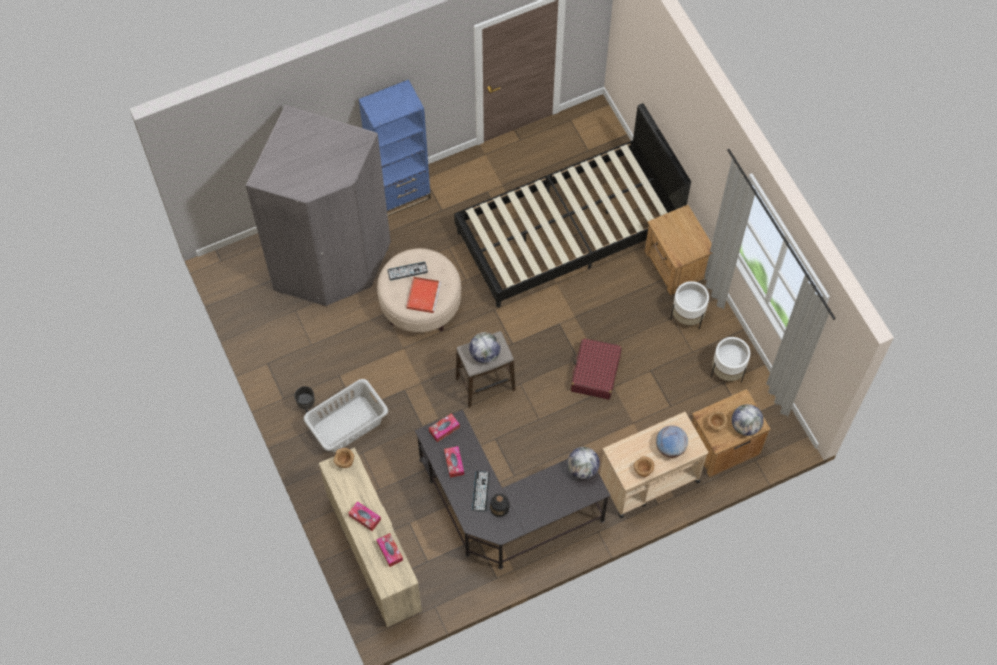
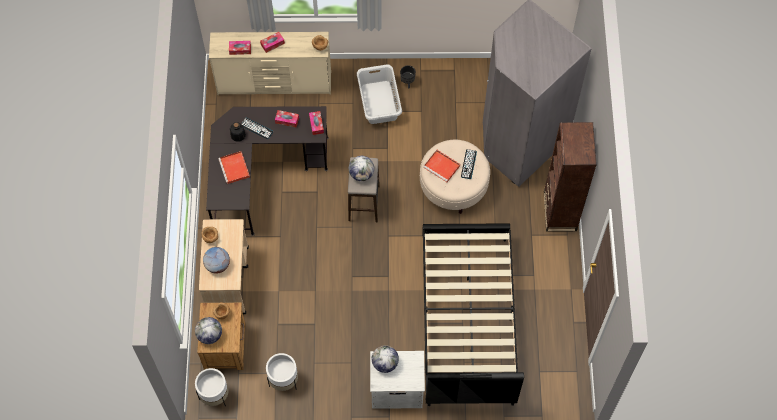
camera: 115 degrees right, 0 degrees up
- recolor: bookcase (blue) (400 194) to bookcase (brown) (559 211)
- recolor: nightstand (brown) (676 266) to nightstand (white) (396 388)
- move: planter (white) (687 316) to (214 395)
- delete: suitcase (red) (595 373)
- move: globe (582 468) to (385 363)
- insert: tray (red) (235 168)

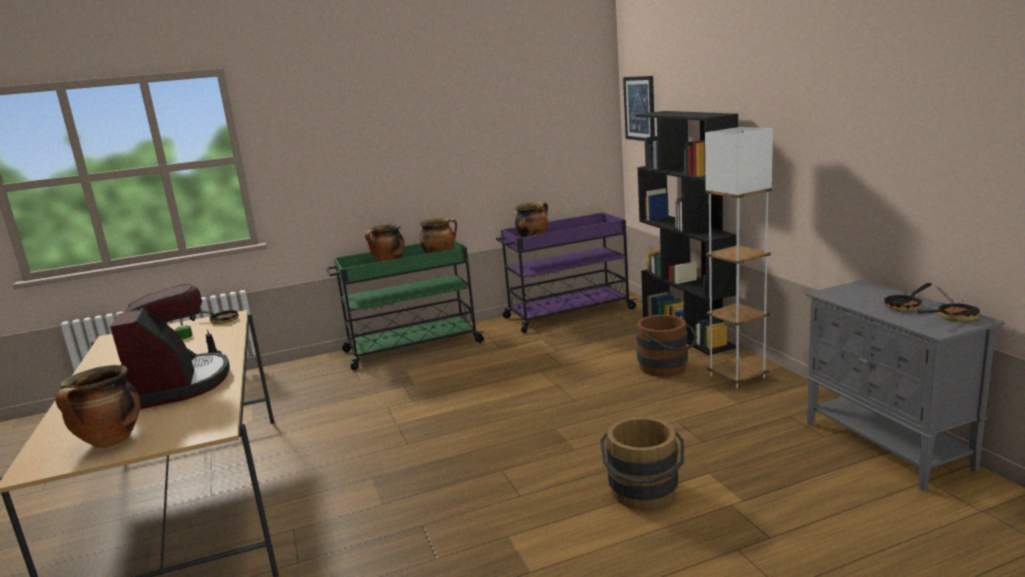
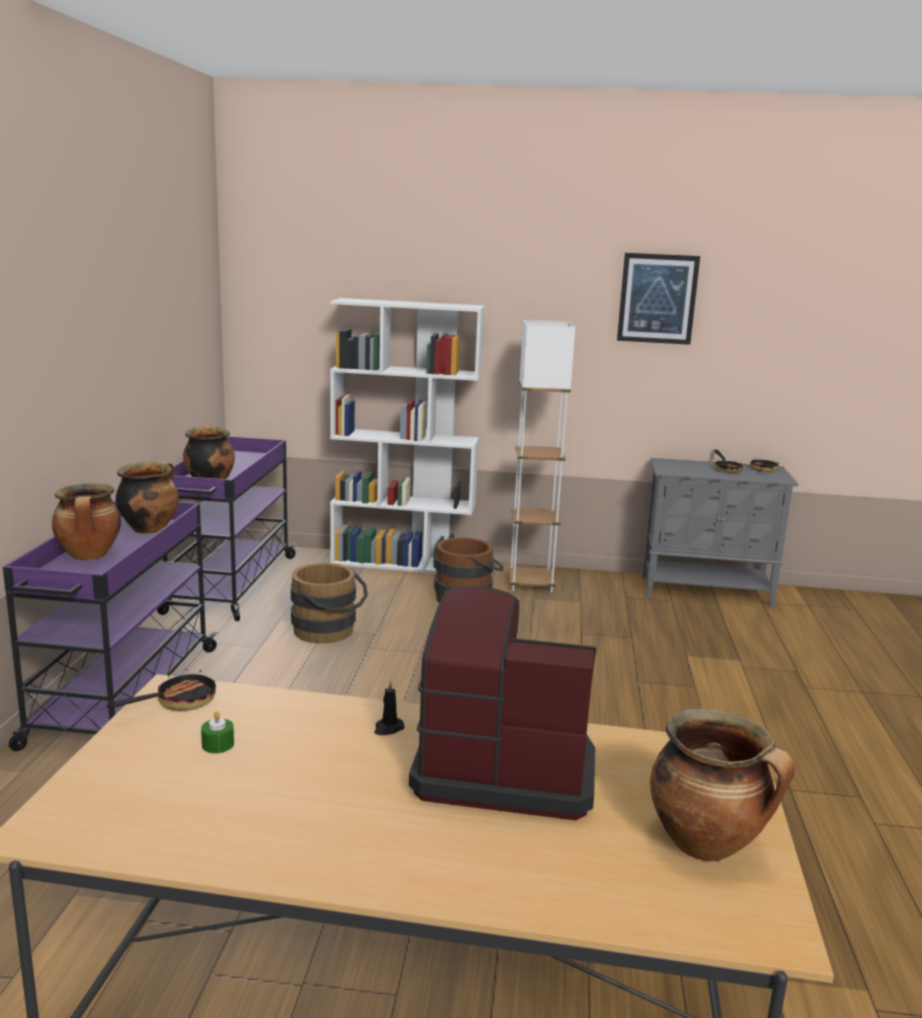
camera: 65 degrees left, 0 degrees up
- move: picture (640 108) to (657 298)
- recolor: bookcase (black) (688 332) to bookcase (white) (403 563)
- recolor: cart (green) (411 347) to cart (purple) (122 696)
- move: bucket (brown) (644 495) to (328 632)

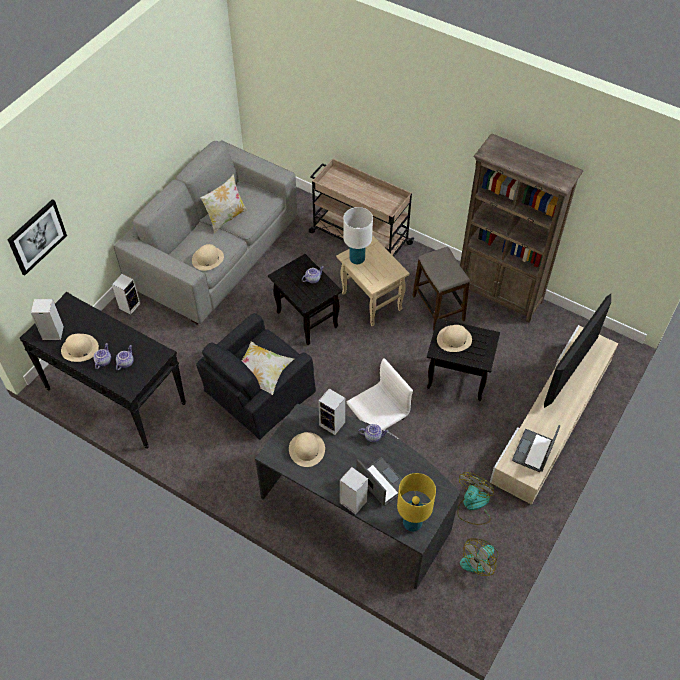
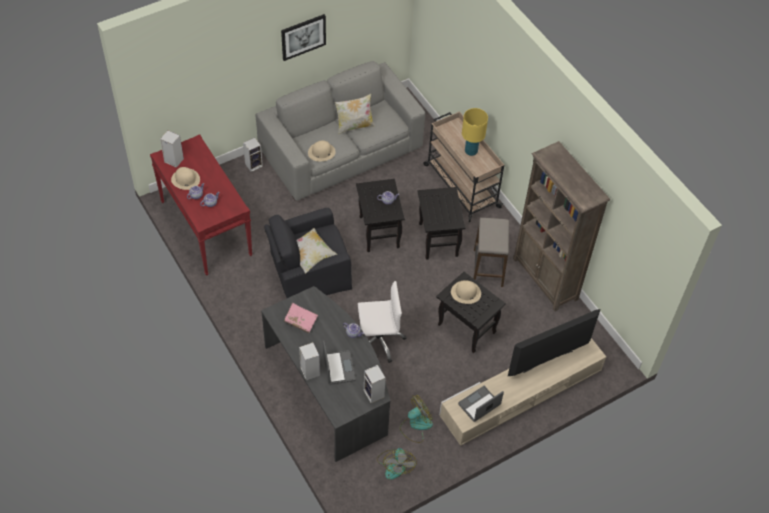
camera: 25 degrees right, 0 degrees up
- move: picture (37 236) to (303 36)
- delete: table lamp (white) (357 259)
- recolor: side table (beige) (370 301) to side table (black) (437 239)
- recolor: console table (black) (115 396) to console table (red) (205 228)
- move: speaker (333 424) to (374 394)
- replace: hat (beige) (307 449) to book (pink) (300 321)
- move: table lamp (yellow) (412 523) to (471 151)
- rotate: fan (479 559) = (395 464) 75 degrees counterclockwise

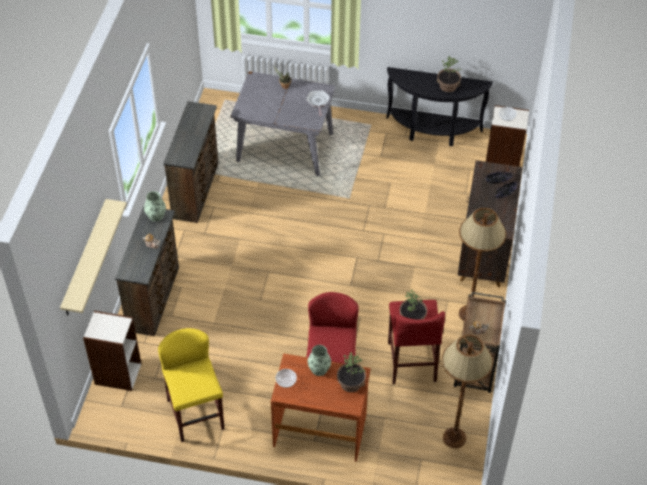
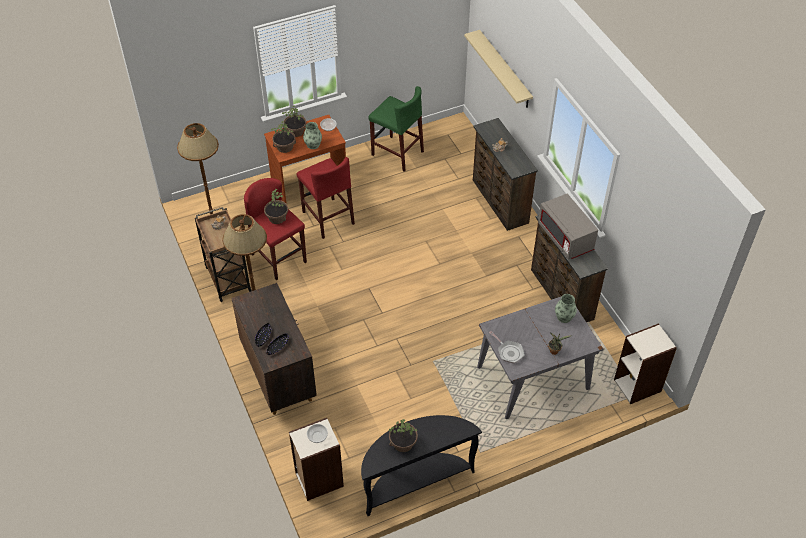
camera: 145 degrees right, 0 degrees up
- move: vase (156 216) to (564 317)
- move: bookcase (117 373) to (638 385)
- recolor: stool (yellow) (195 414) to stool (green) (397 153)
- insert: potted plant (295 131)
- insert: microwave (grey) (565 238)

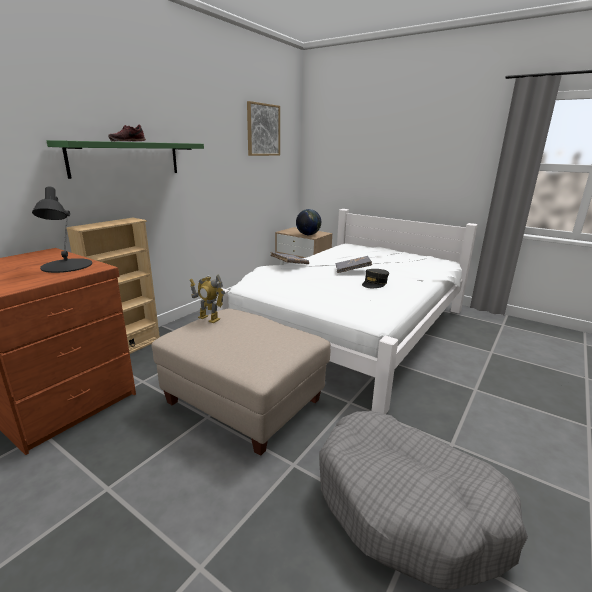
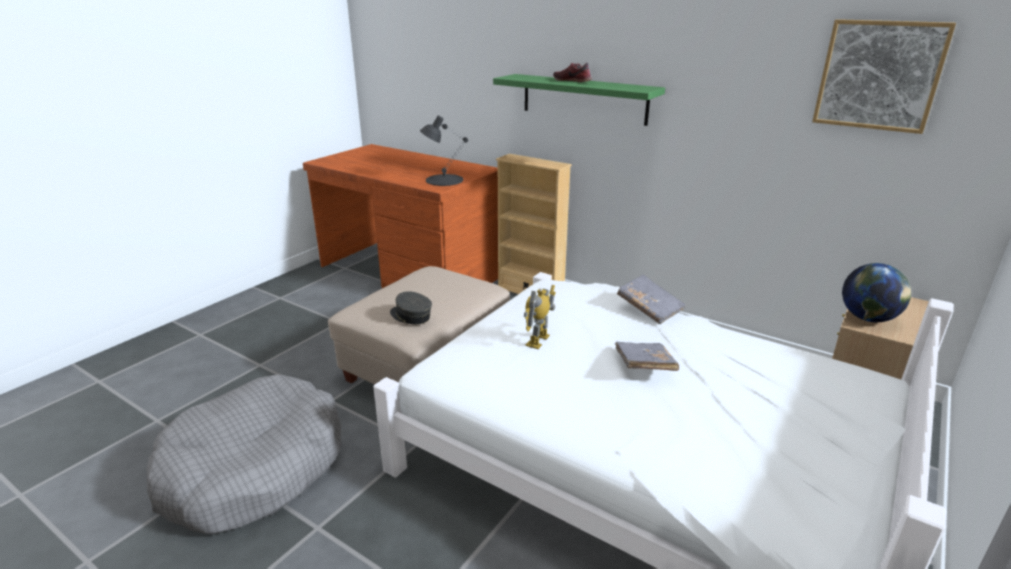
camera: 90 degrees right, 5 degrees up
- move: cap (grey) (374 283) to (411 316)
- move: toy robot (209 318) to (538 341)

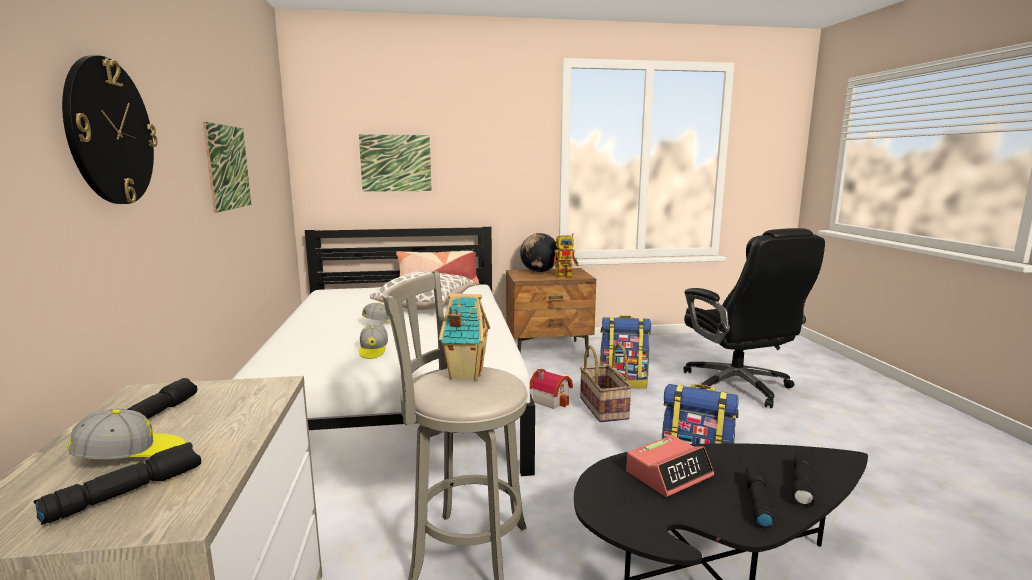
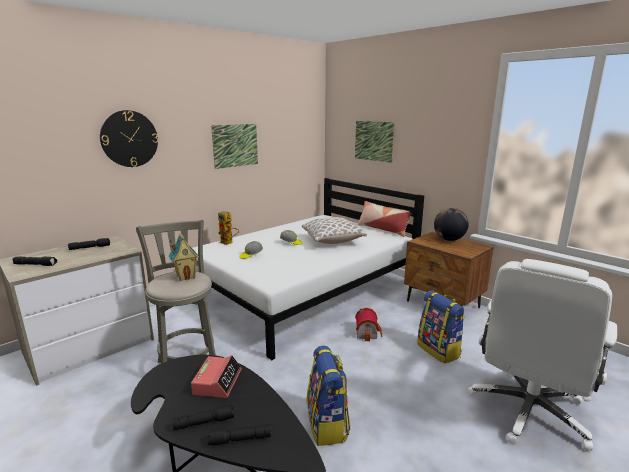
camera: 55 degrees right, 5 degrees up
- recolor: office chair (black) (737 387) to office chair (white) (528 412)
- move: toy robot (567 276) to (229 243)
- delete: basket (604 408)
- delete: cap (131 456)
- rotate: alarm clock (669 474) = (217 382) 105 degrees counterclockwise

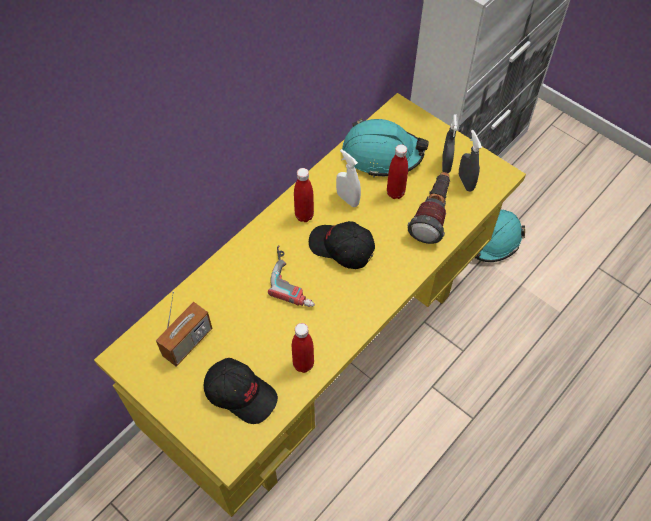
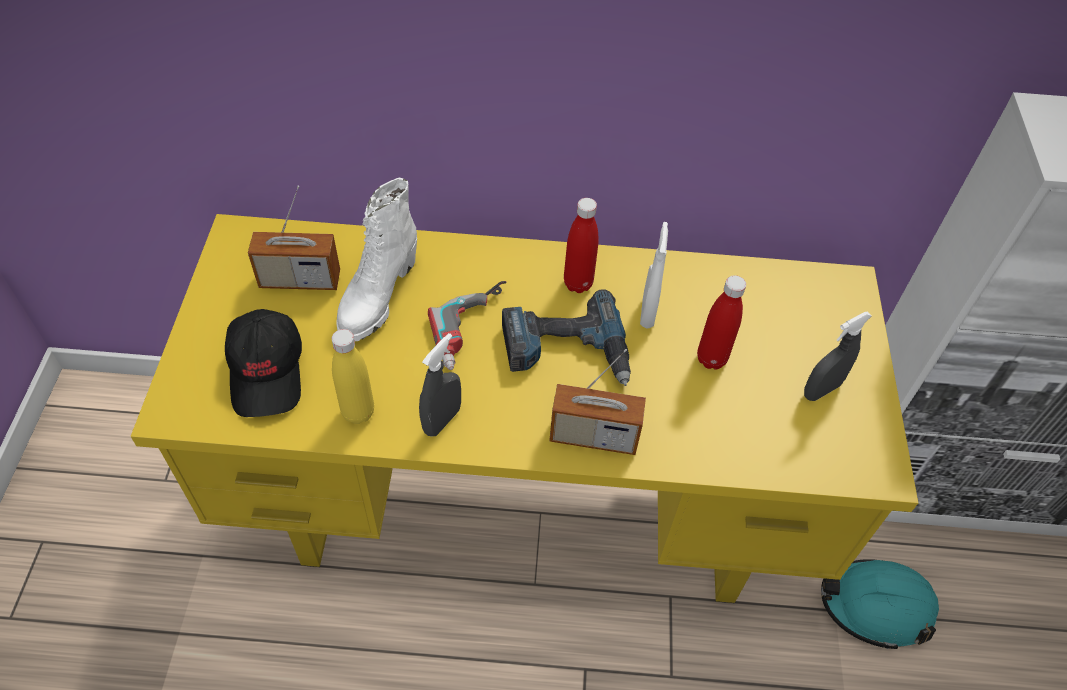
camera: 50 degrees right, 5 degrees down
- delete: hard hat (turquoise) (382 154)
- move: spray bottle (grey) (466 182) to (442 420)
- delete: flashlight (432 215)
- replace: cap (black) (341 248) to power drill (566 351)
- recolor: bottle (red) (303 364) to bottle (yellow) (358 412)
- insert: boot (white) (378 297)
- insert: radio (593 436)

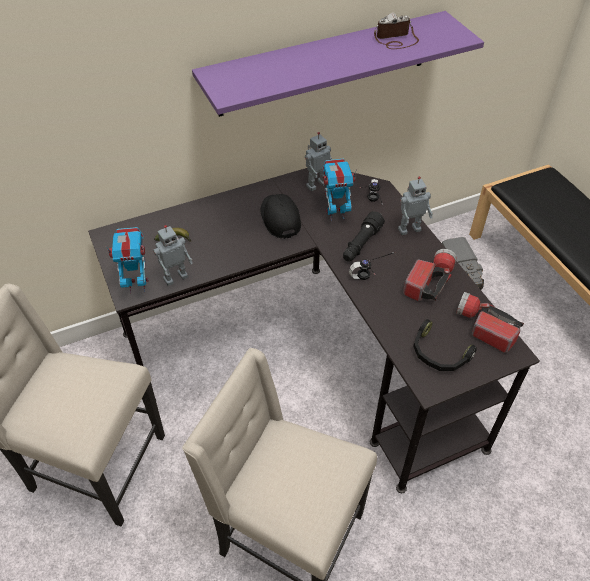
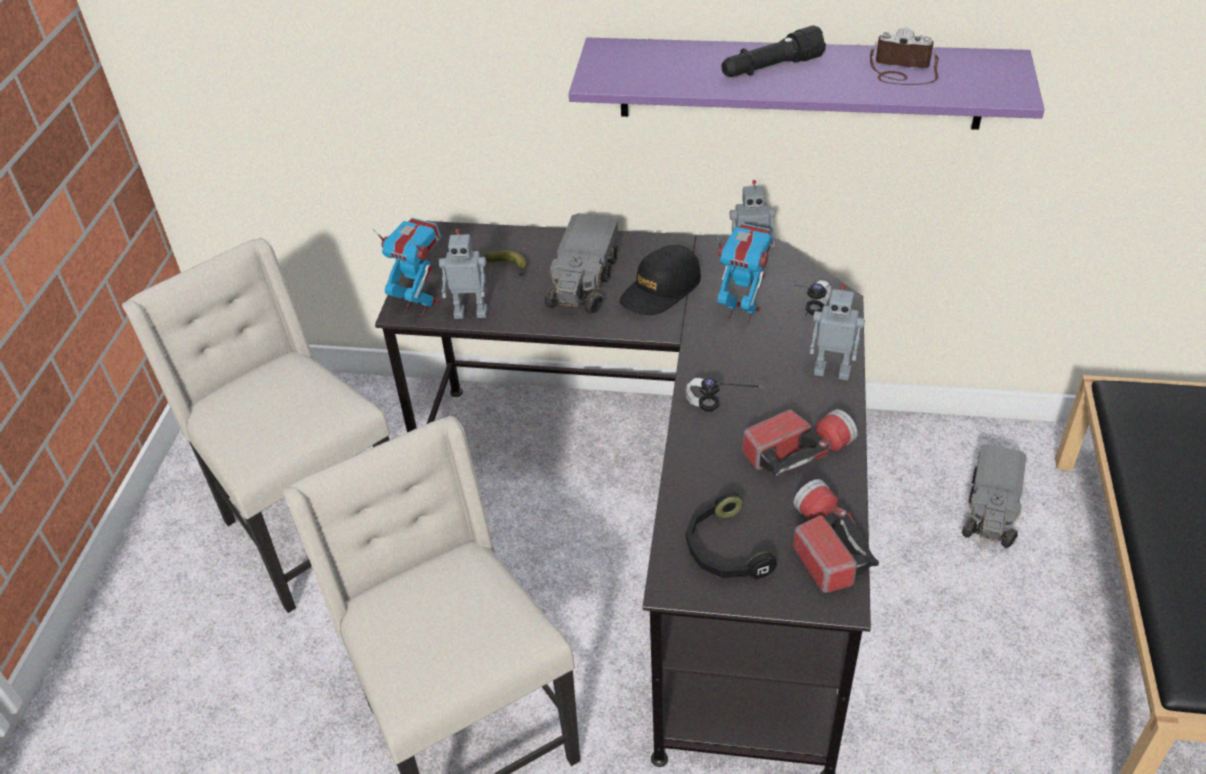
camera: 35 degrees right, 5 degrees down
- rotate: cap (black) (280 218) = (661 290) 150 degrees counterclockwise
- move: flashlight (black) (361 244) to (770 68)
- insert: toy truck (583 283)

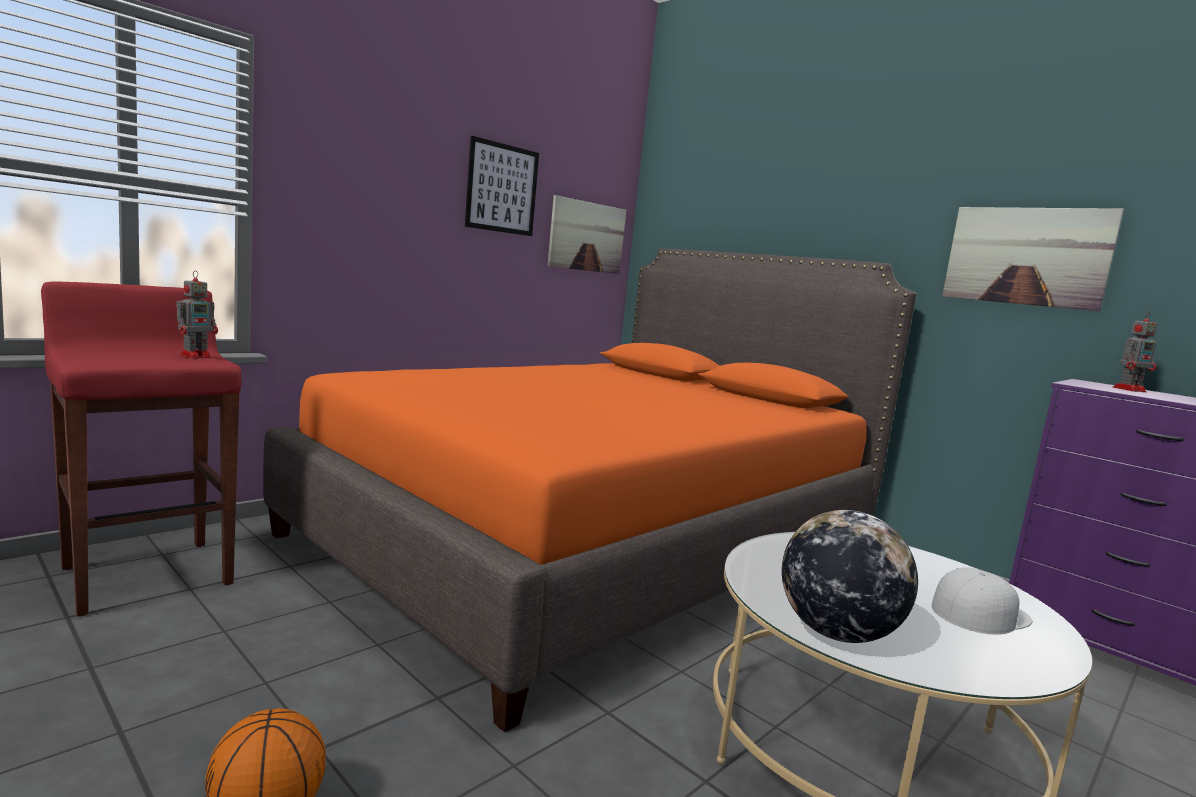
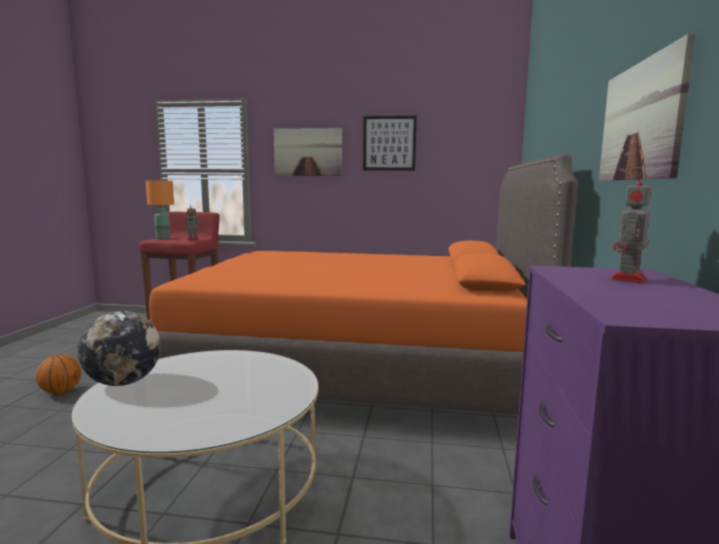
camera: 55 degrees right, 0 degrees up
- move: picture (587 236) to (308 152)
- rotate: toy robot (1130 390) = (628 279) 90 degrees clockwise
- delete: cap (white) (979 612)
- insert: table lamp (orange) (163 238)

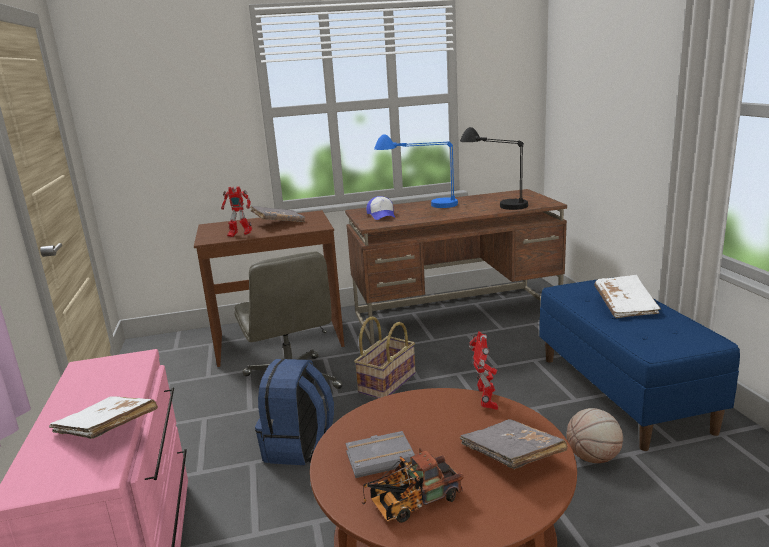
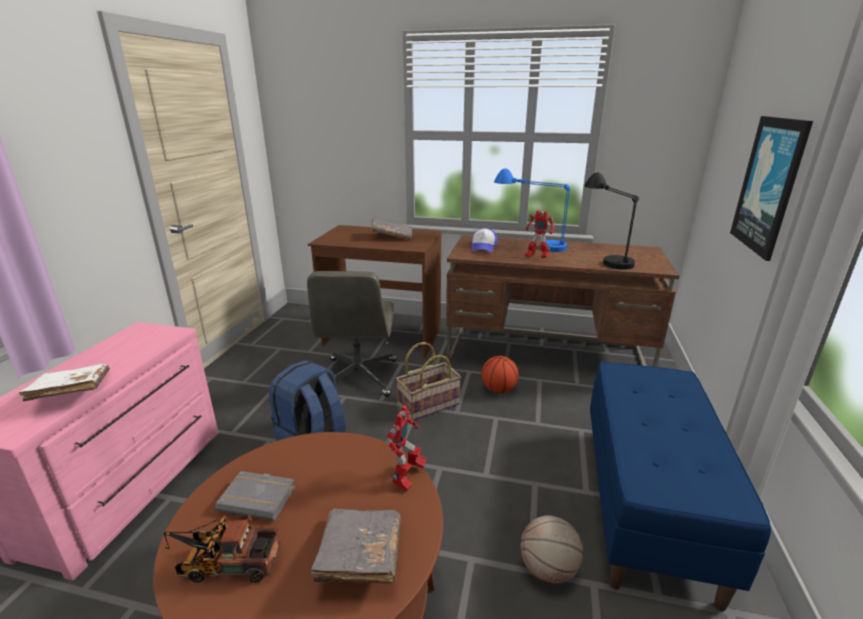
camera: 25 degrees right, 5 degrees up
- move: toy robot (240 235) to (536 257)
- delete: book (white) (625 306)
- insert: picture (769 185)
- insert: basketball (498 390)

